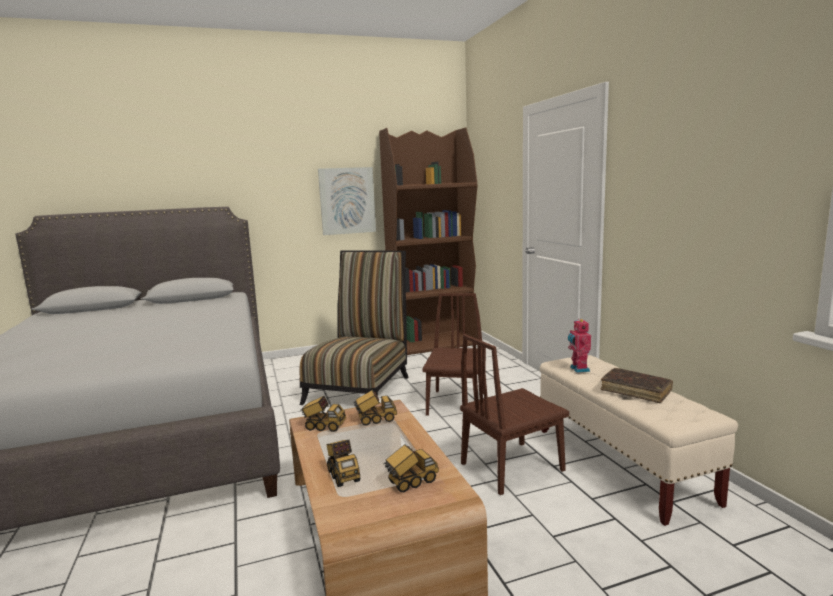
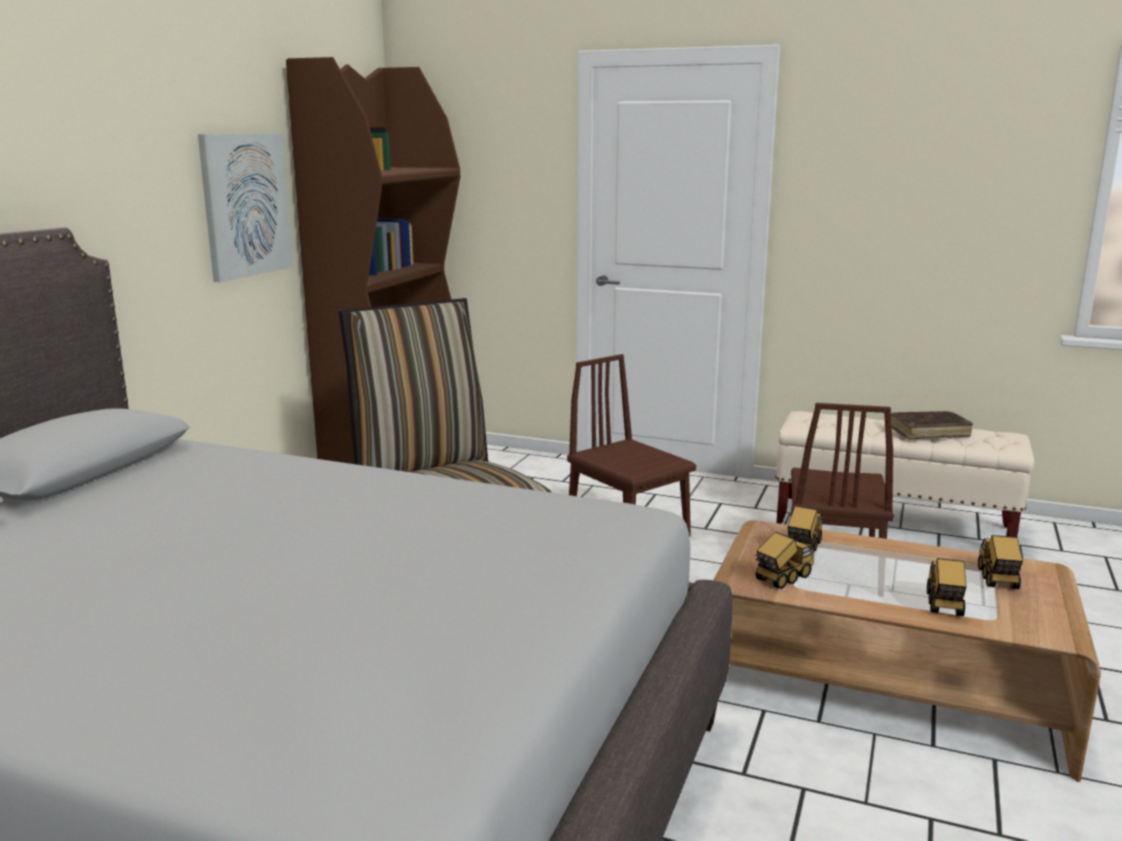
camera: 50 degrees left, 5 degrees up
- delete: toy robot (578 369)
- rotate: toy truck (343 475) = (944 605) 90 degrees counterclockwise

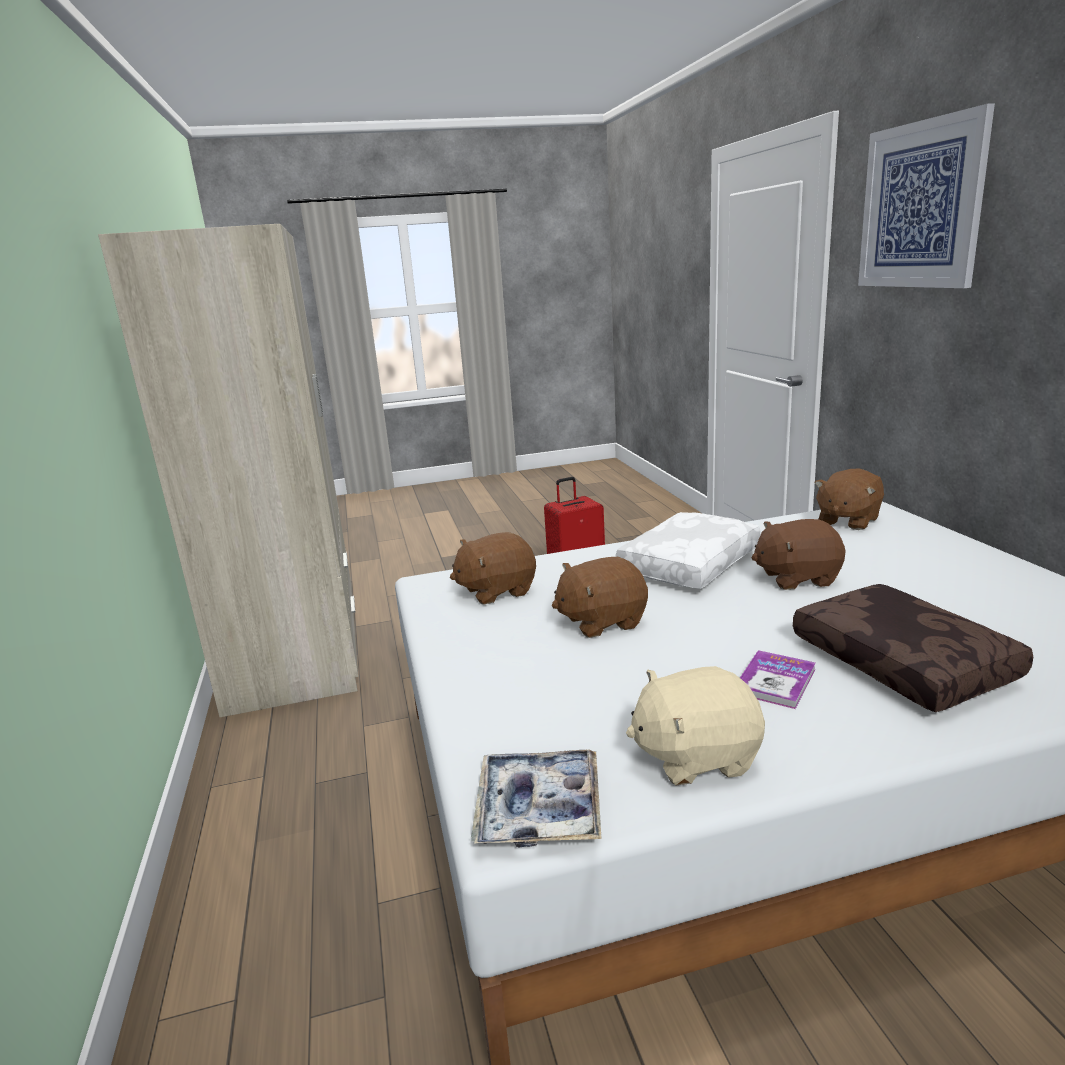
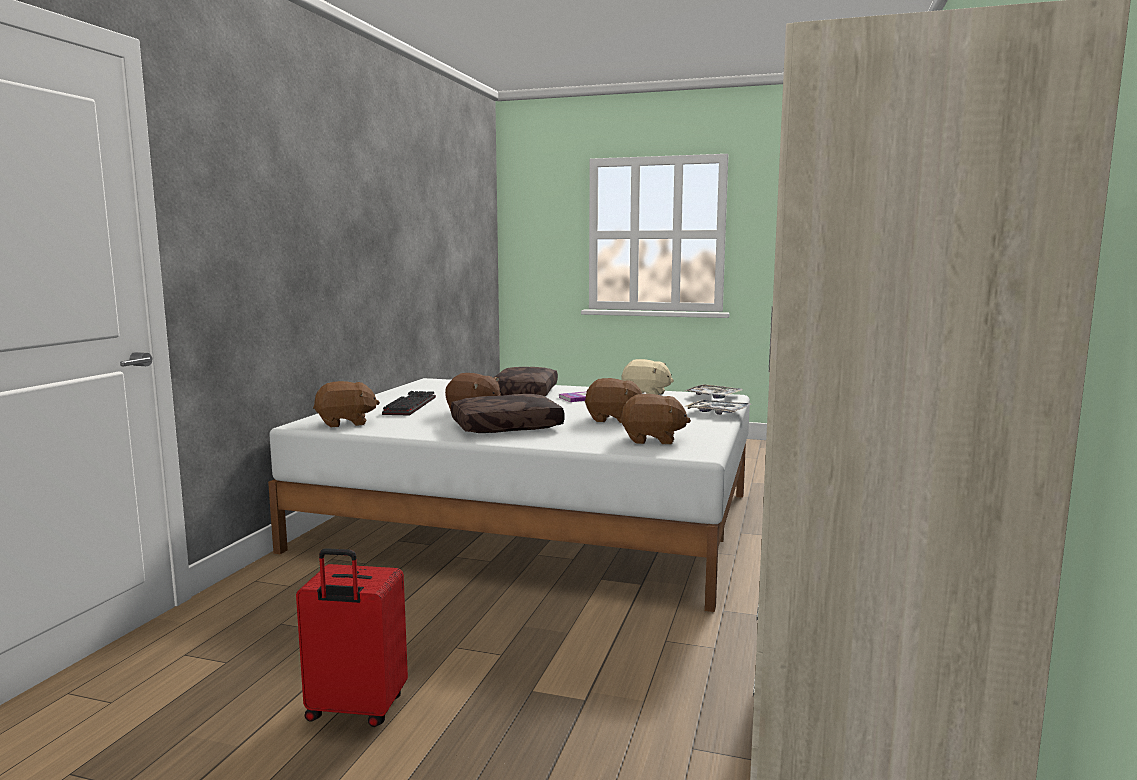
camera: 150 degrees left, 10 degrees down
- delete: picture (921 206)
- recolor: pillow (white) (688 563) to pillow (brown) (506 427)
- insert: keyboard (409 405)
- insert: tray (718 413)

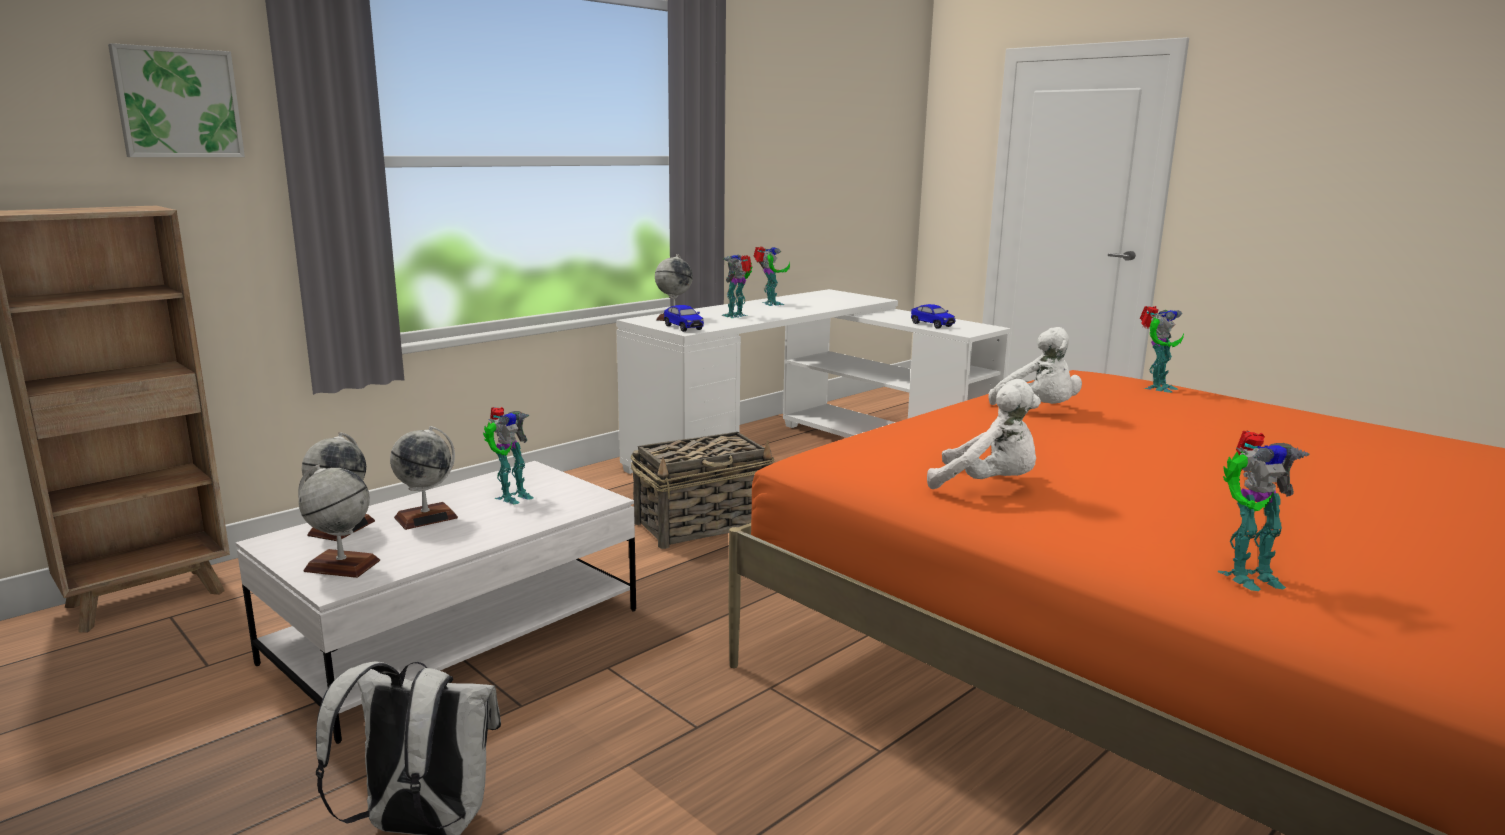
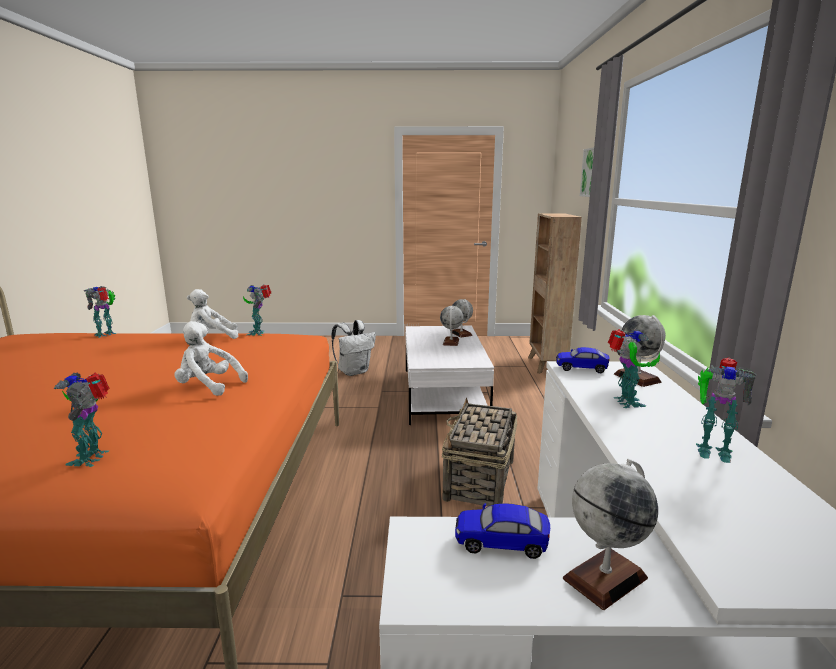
camera: 135 degrees right, 0 degrees up
- move: toy robot (511 496) to (258 333)
- move: globe (341 566) to (605 578)

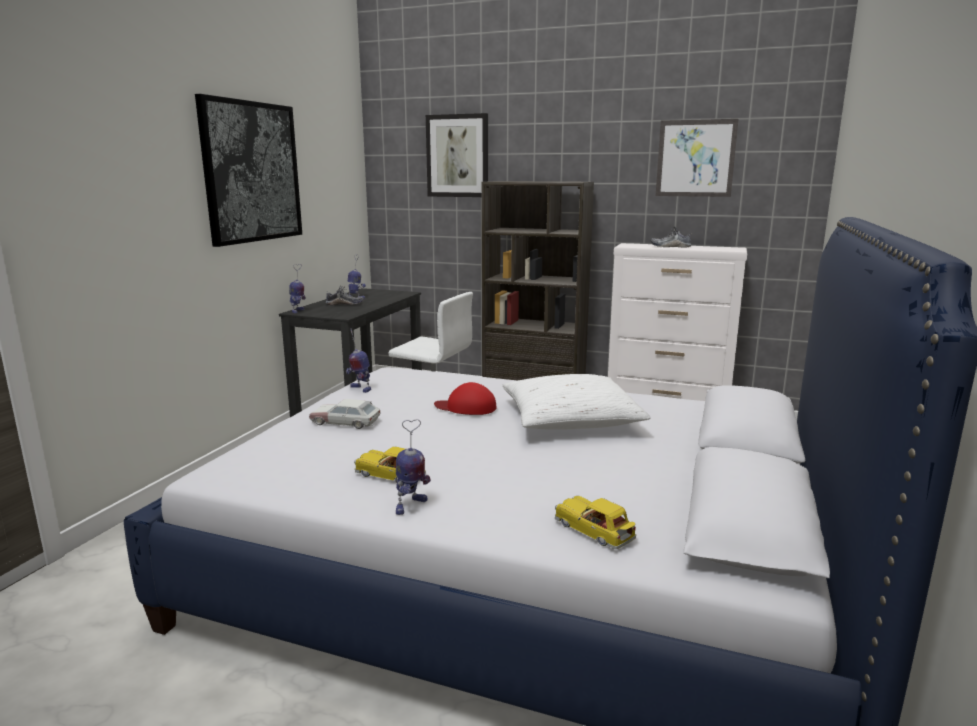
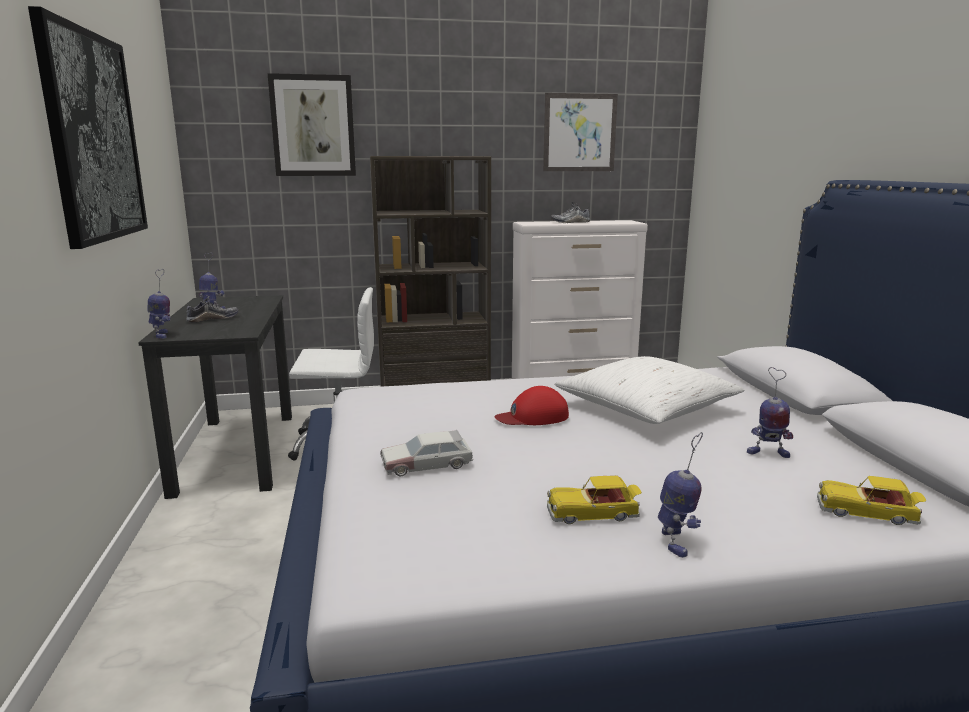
camera: 30 degrees left, 0 degrees up
- move: toy robot (360 389) to (767 453)

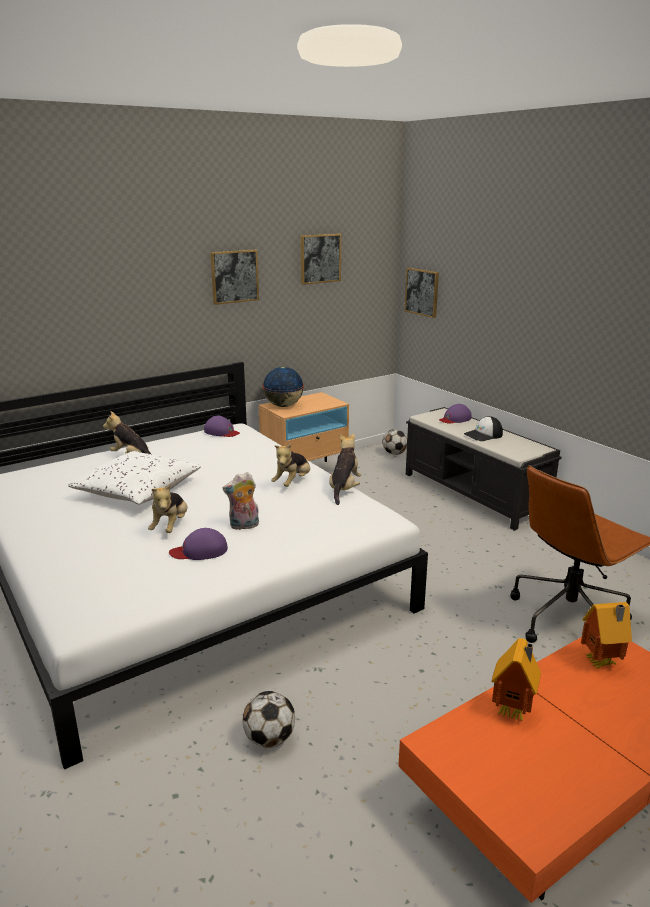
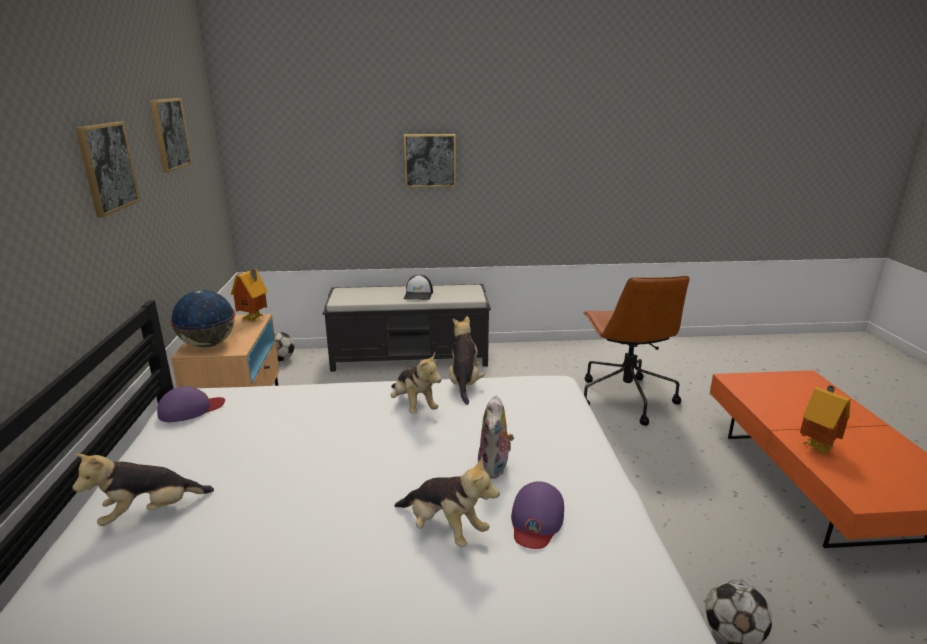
camera: 60 degrees left, 0 degrees up
- move: picture (422 292) to (430 160)
- delete: cap (purple) (455 419)
- rotate: plush toy (344 489) = (464 383) 45 degrees clockwise
- delete: pillow (white) (138 491)
- move: toy house (601 663) to (254 319)

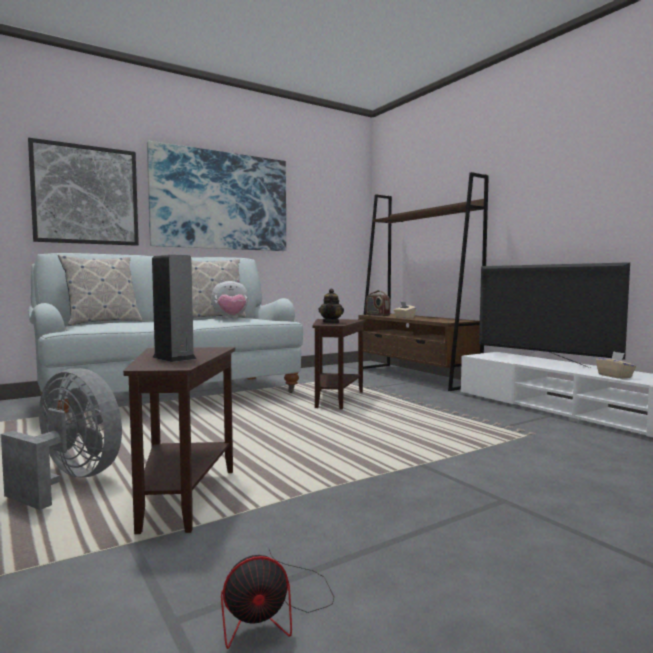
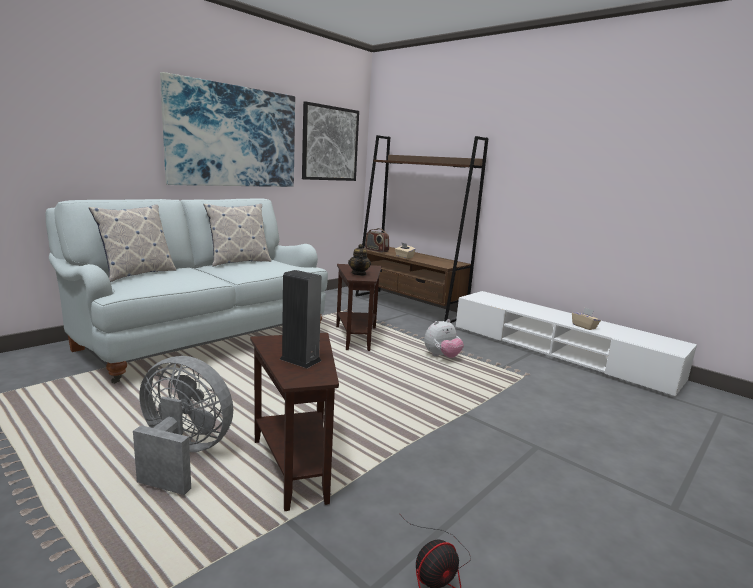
camera: 15 degrees left, 10 degrees up
- move: picture (86 195) to (330 143)
- delete: television (544 362)
- move: plush toy (230 318) to (442 357)

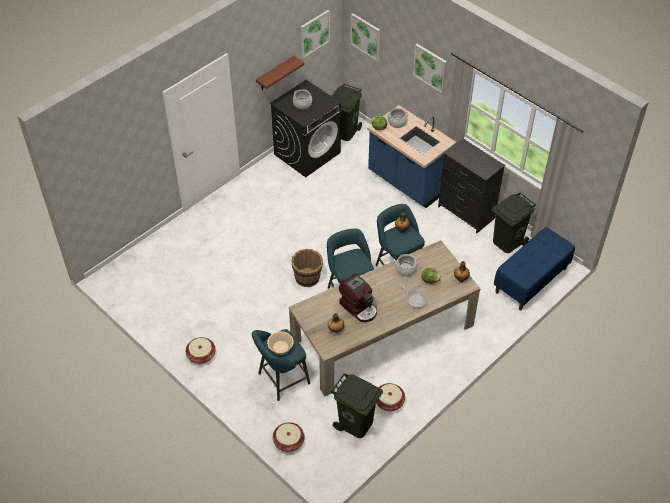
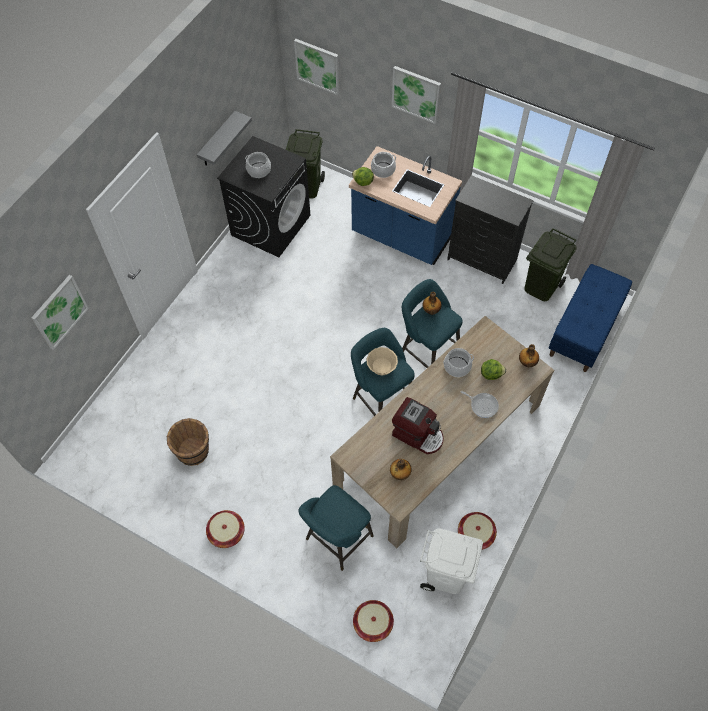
camera: 15 degrees left, 10 degrees up
- move: picture (314 33) to (59 312)
- recolor: shelf (brown) (275 74) to shelf (grey) (217 140)
- move: bucket (brown) (307 278) to (193 451)
- move: bowl (beige) (280 347) to (381 366)
- recolor: trash can (green) (355 424) to trash can (white) (445 576)

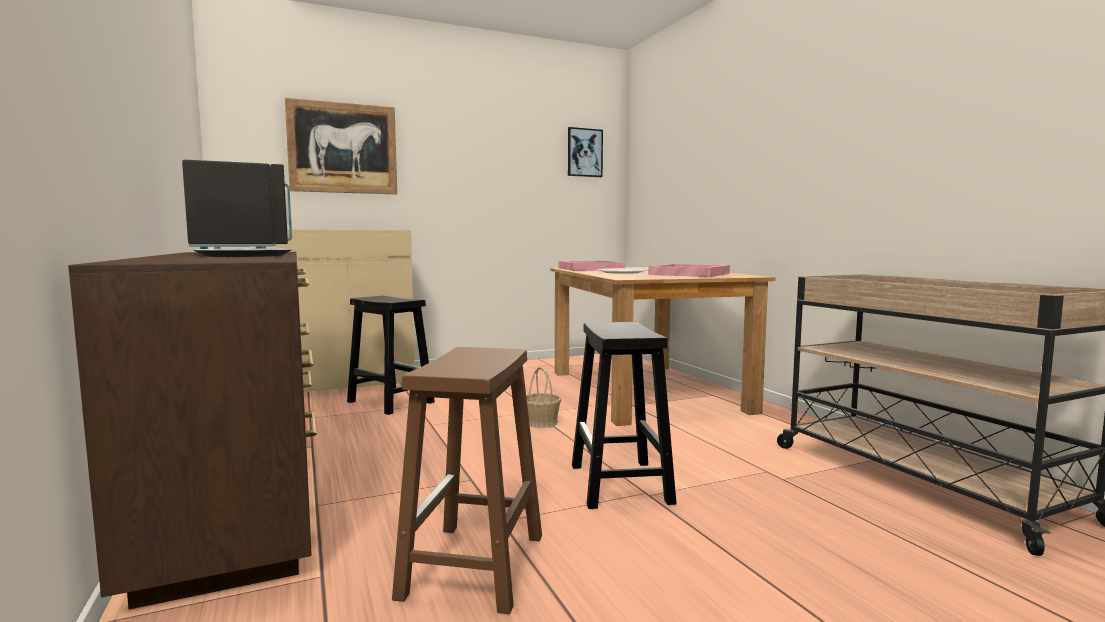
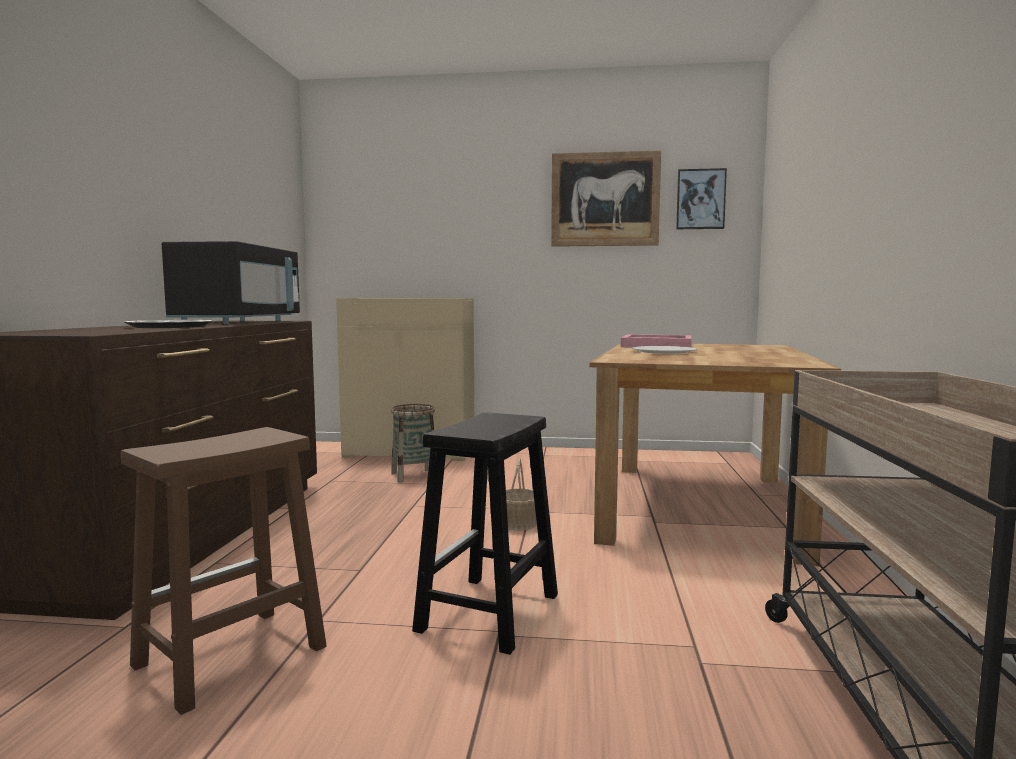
camera: 30 degrees right, 0 degrees up
- move: picture (343 148) to (605 199)
- delete: tray (pink) (689 274)
- replace: stool (black) (389 402) to basket (414 476)

